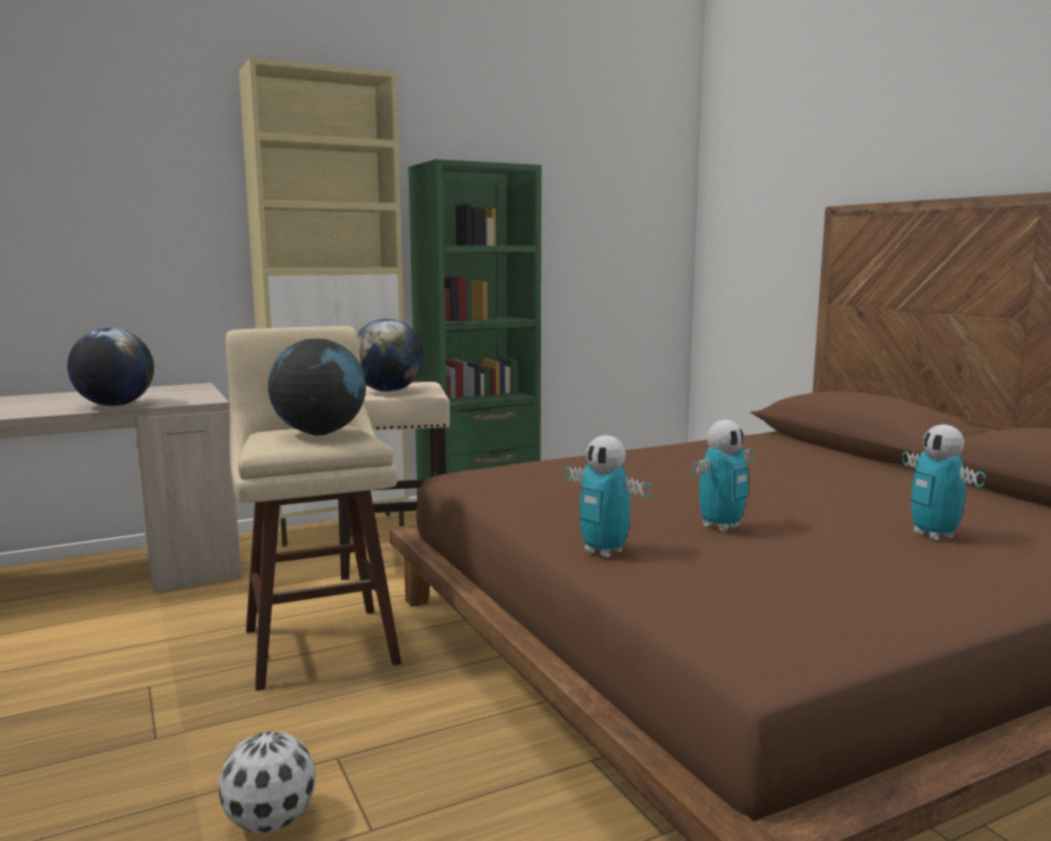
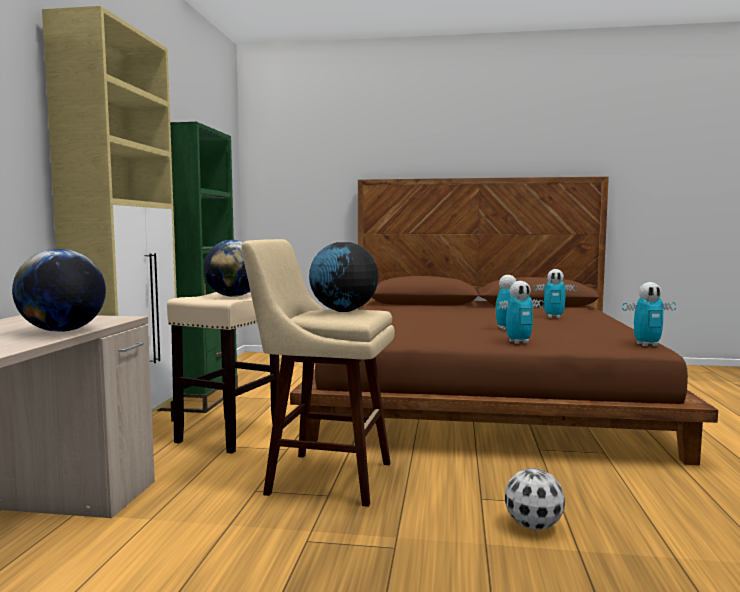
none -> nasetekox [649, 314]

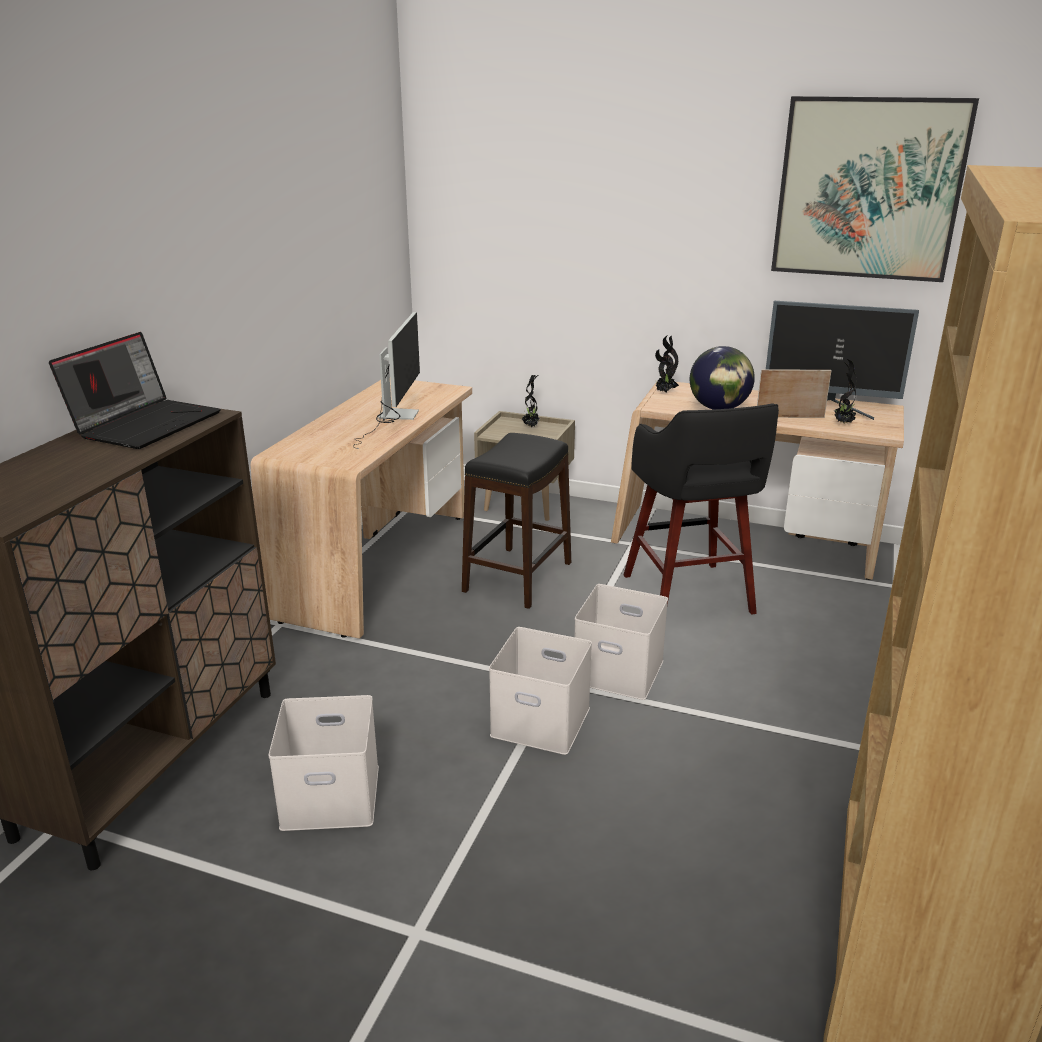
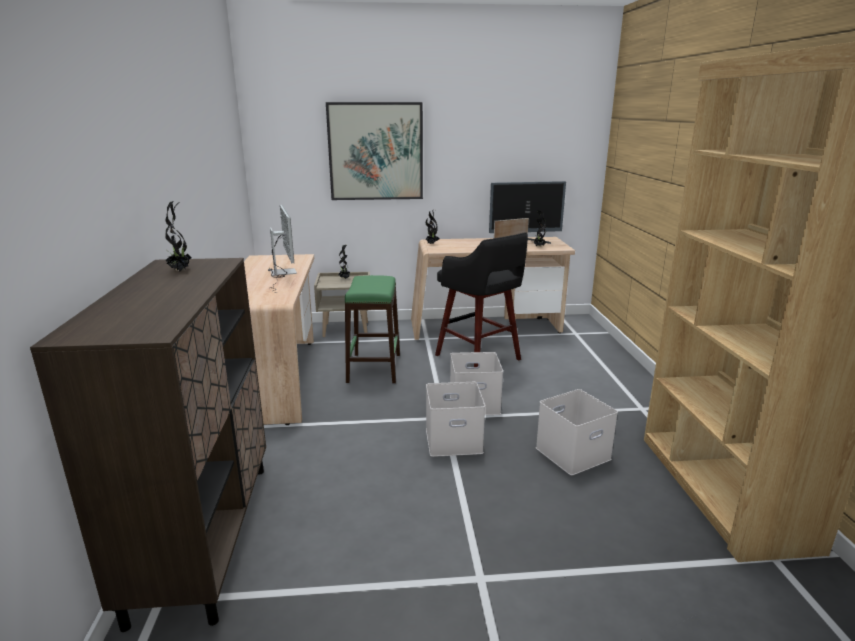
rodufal [135, 390] -> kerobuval [178, 236]
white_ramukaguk [324, 763] -> white_ramukaguk [577, 432], moved
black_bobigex [516, 521] -> green_bobigex [372, 329]
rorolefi [722, 378] -> none
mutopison [875, 189] -> mutopison [374, 151], moved

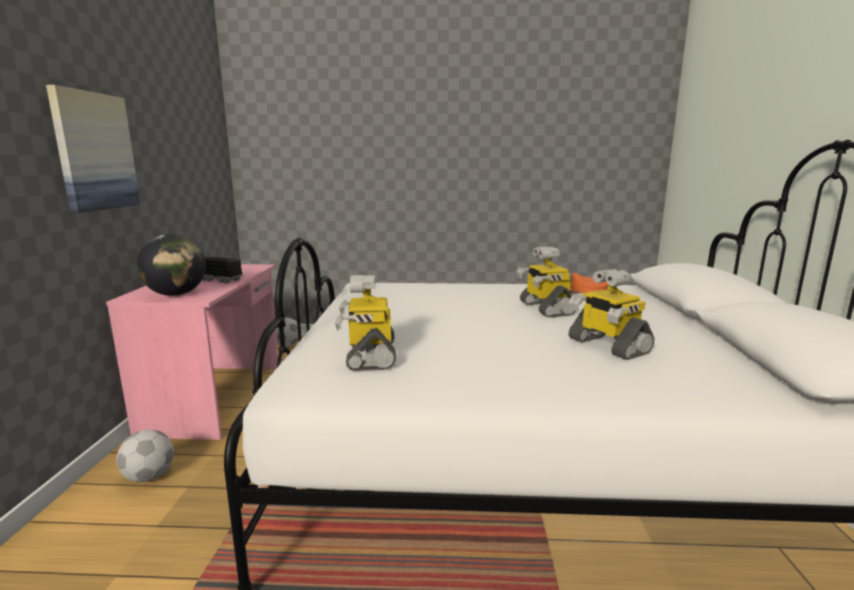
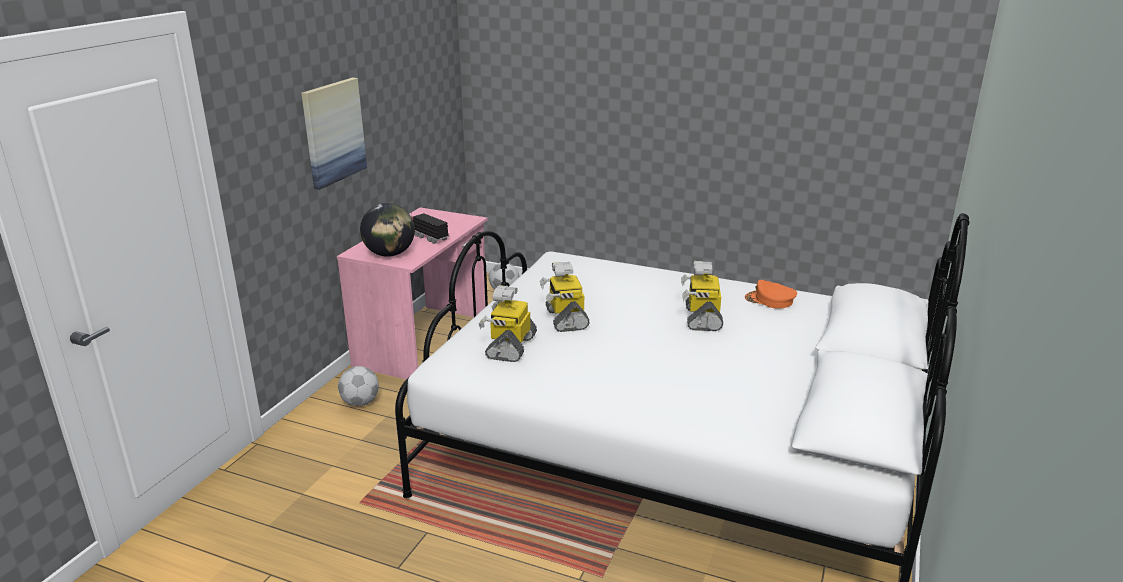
nasetekox [611, 314] -> nasetekox [565, 297], moved

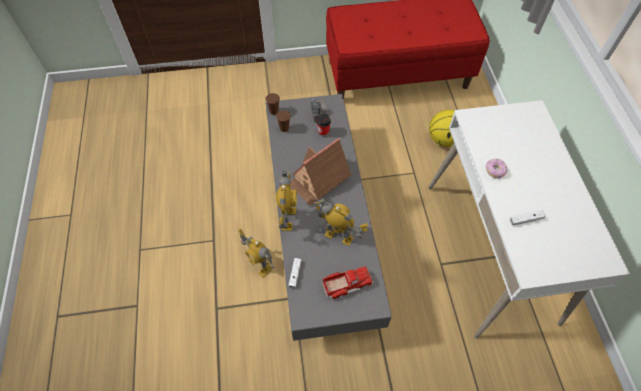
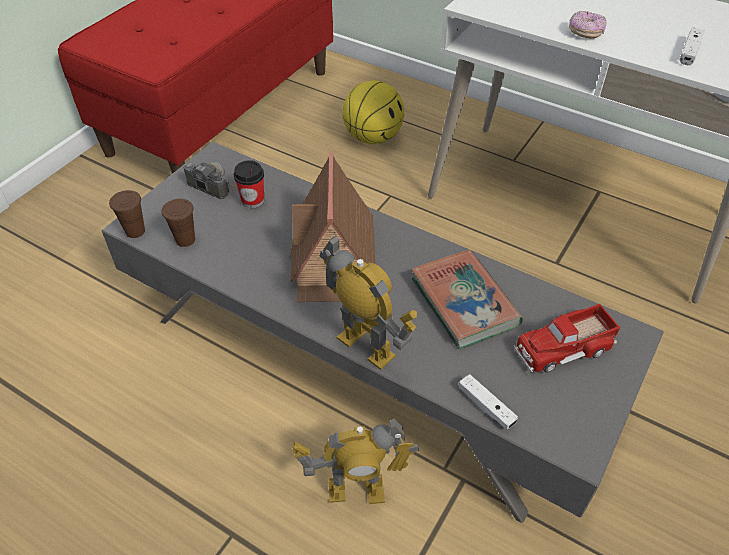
nasetekox [340, 222] -> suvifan [467, 299]
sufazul [347, 283] -> sufazul [567, 339], 135 degrees counterclockwise

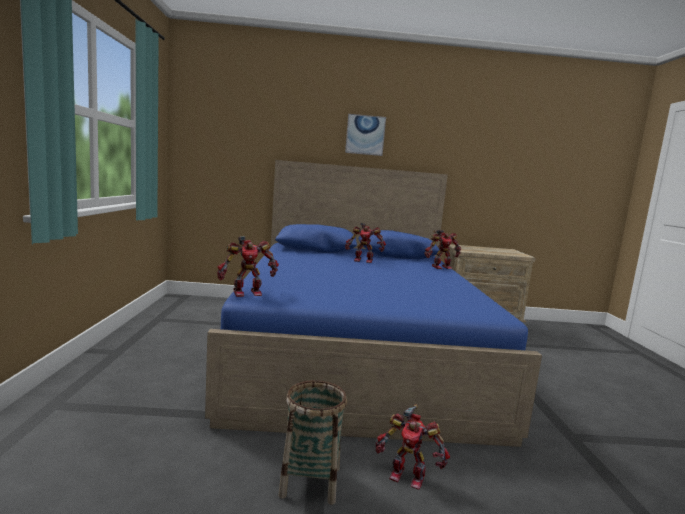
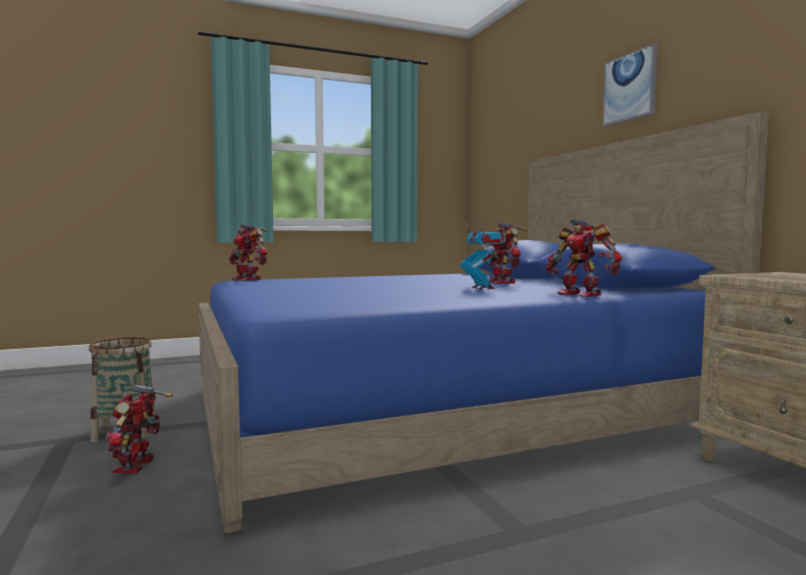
none -> nasetekox [482, 254]

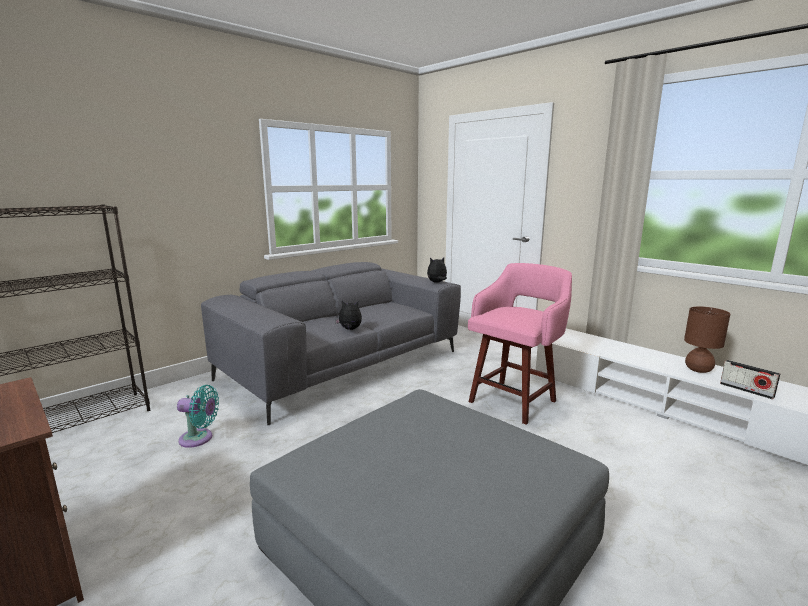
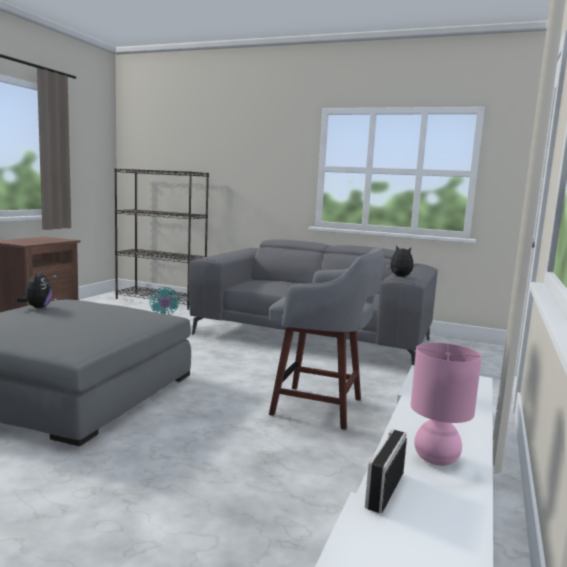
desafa [348, 315] -> desafa [34, 289], moved
pink_bobigex [520, 344] -> grey_bobigex [326, 339]
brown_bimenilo [707, 339] -> pink_bimenilo [446, 404]

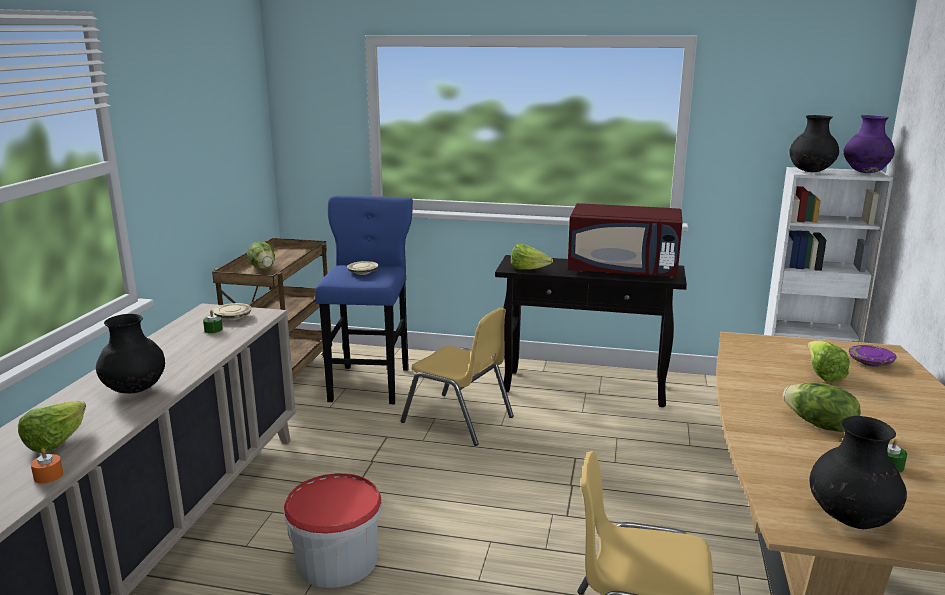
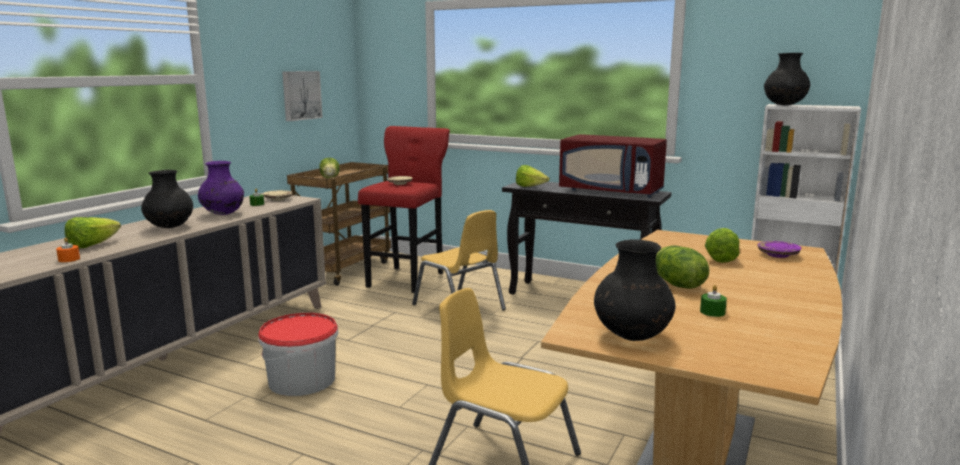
blue_bobigex [364, 300] -> red_bobigex [404, 209]
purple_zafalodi [869, 144] -> purple_zafalodi [221, 188], moved
none -> mutopison [302, 96]

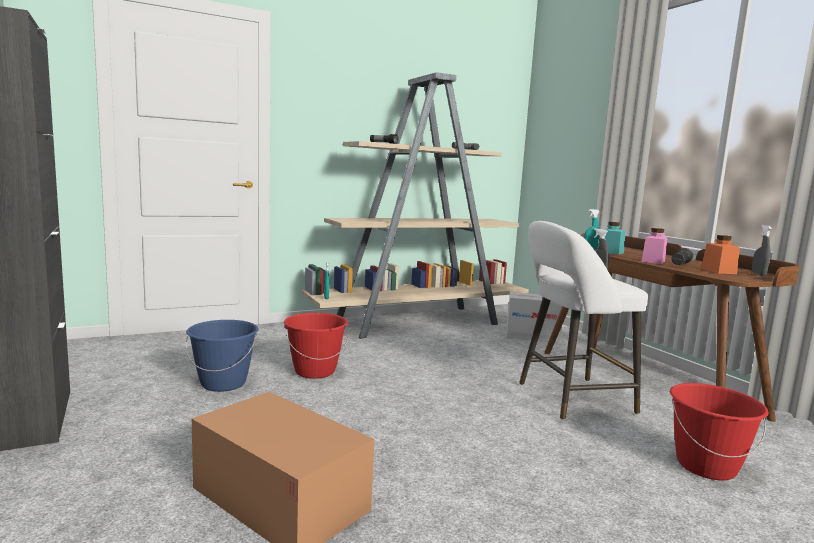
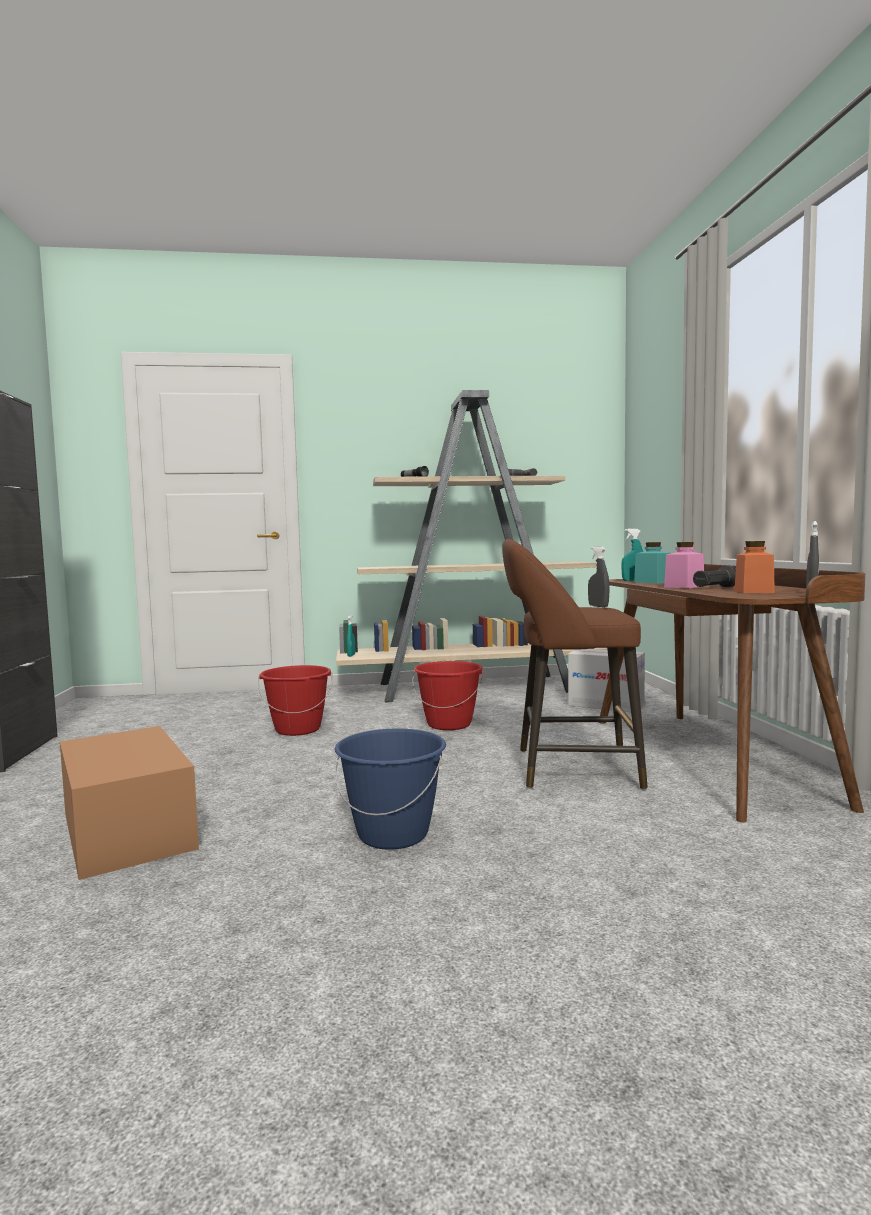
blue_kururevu [222, 356] -> blue_kururevu [390, 789], moved
white_bobigex [583, 320] -> brown_bobigex [575, 664]
red_kururevu [719, 432] -> red_kururevu [447, 695], moved

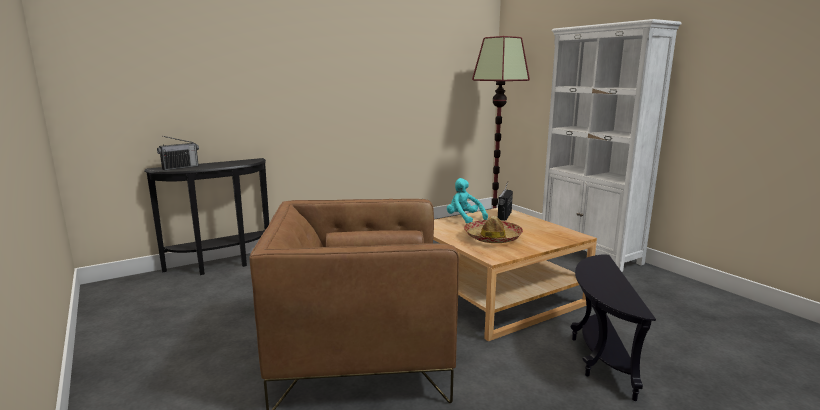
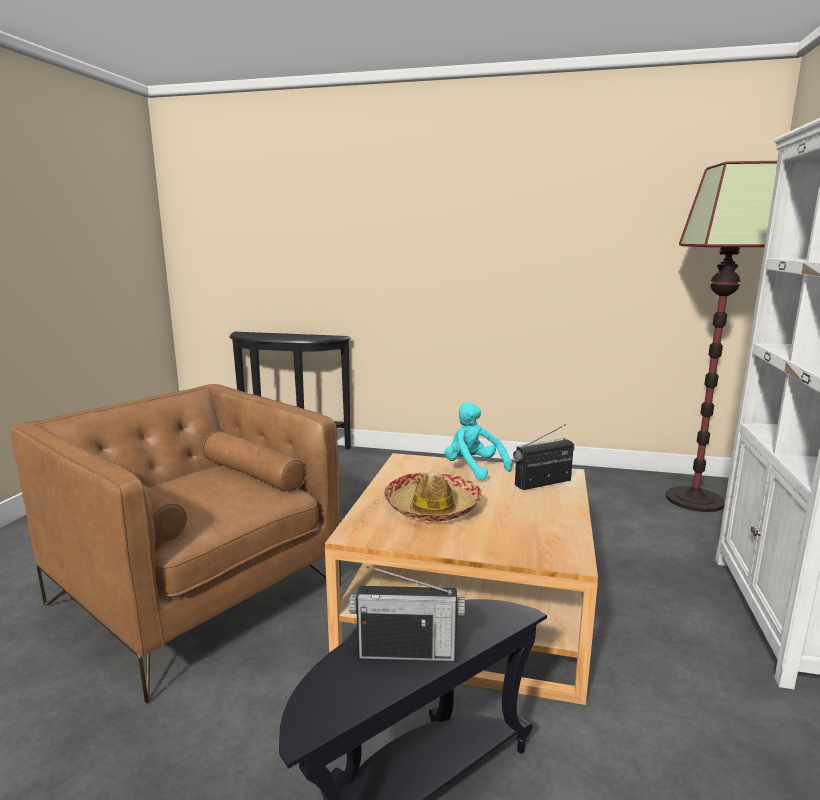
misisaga [178, 153] -> misisaga [407, 614], moved
turquoise_desafa [467, 201] -> turquoise_desafa [479, 441], 45 degrees counterclockwise

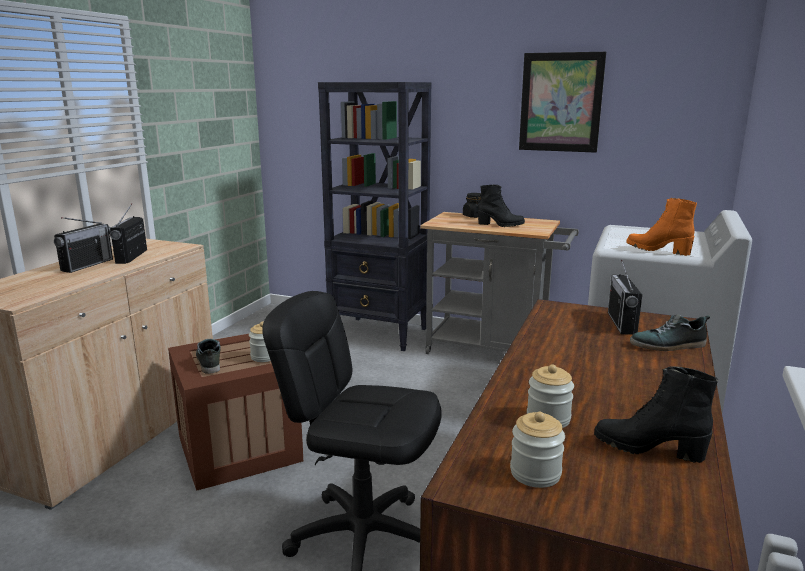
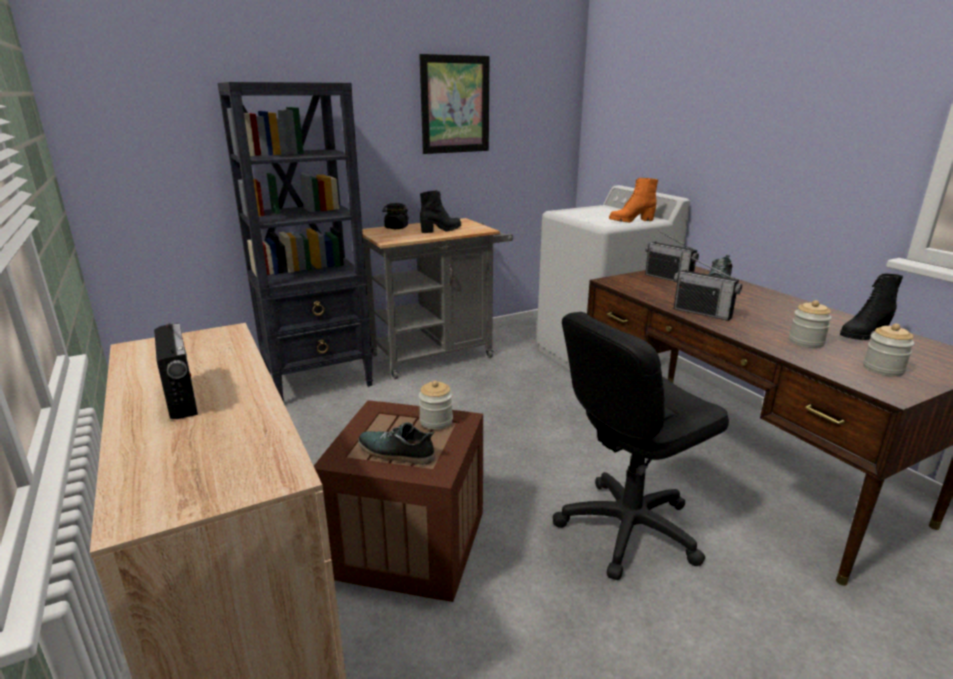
misisaga [128, 233] -> misisaga [708, 288], moved

